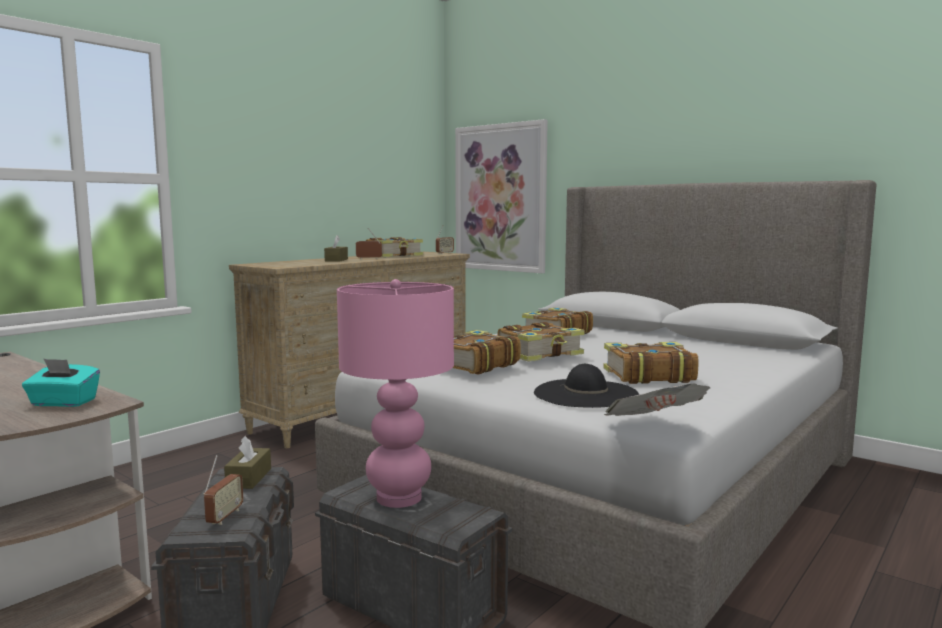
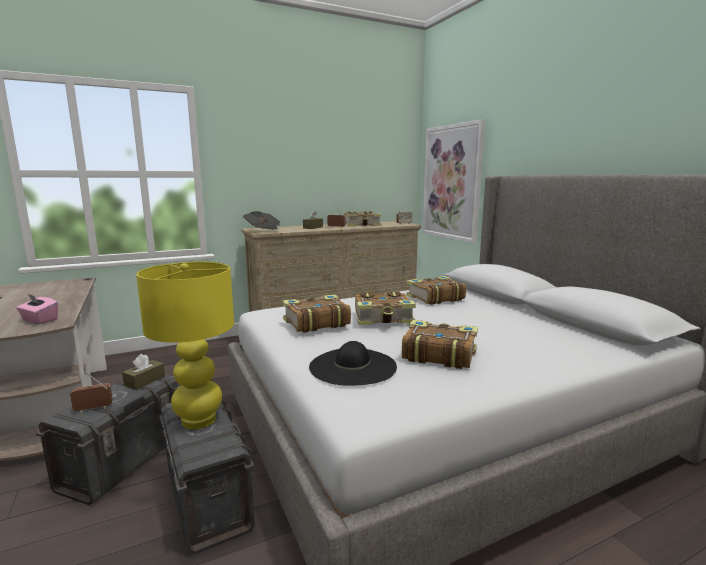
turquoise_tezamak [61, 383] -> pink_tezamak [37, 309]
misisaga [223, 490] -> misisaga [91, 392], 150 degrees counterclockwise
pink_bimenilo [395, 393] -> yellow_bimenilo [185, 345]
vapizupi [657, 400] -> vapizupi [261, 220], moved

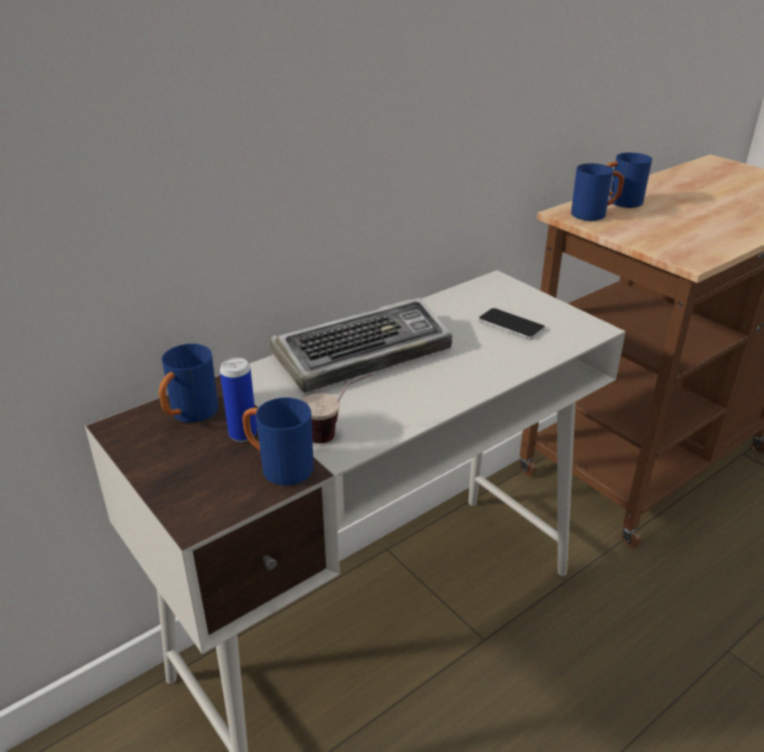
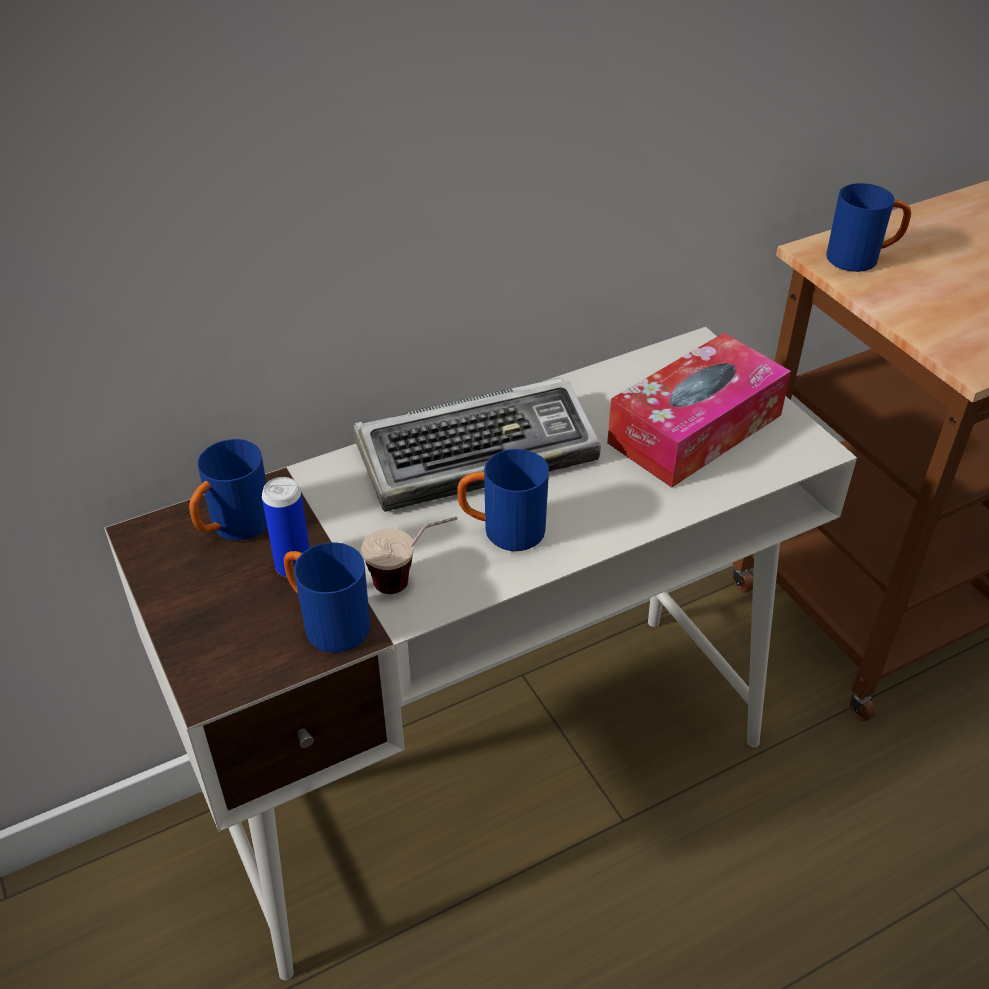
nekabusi [512, 324] -> tezamak [699, 410]
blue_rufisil [629, 180] -> blue_rufisil [503, 500], moved

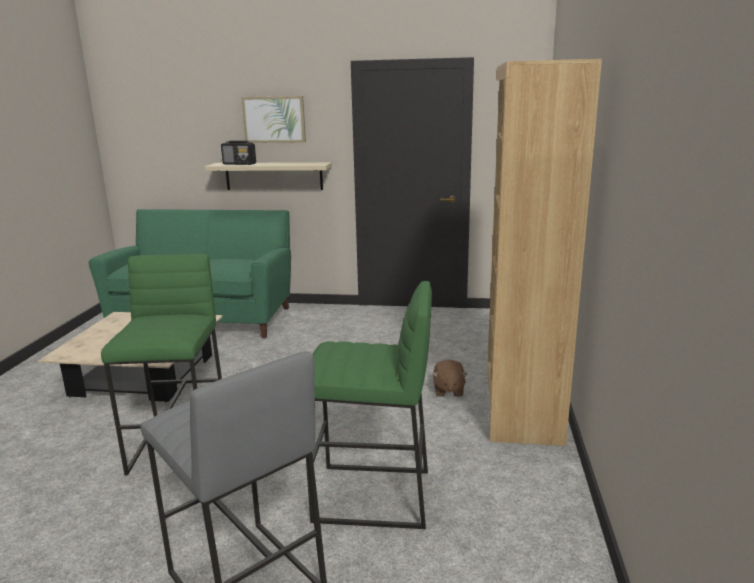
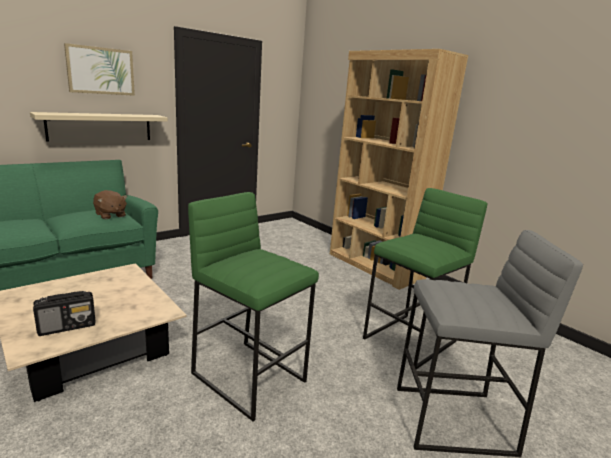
misisaga [238, 152] -> misisaga [64, 313], moved
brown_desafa [450, 378] -> brown_desafa [110, 204], moved

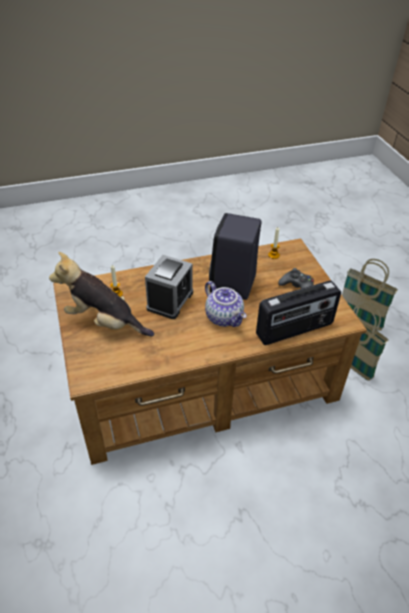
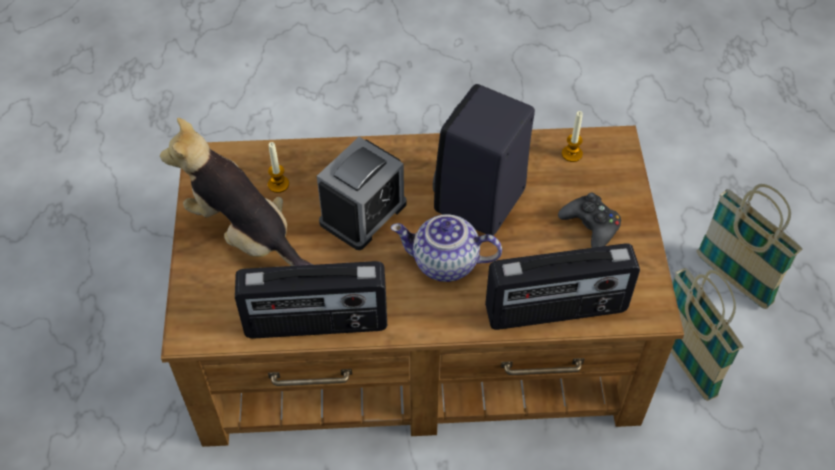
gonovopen [226, 304] -> gonovopen [446, 248], 120 degrees clockwise
none -> misisaga [311, 300]

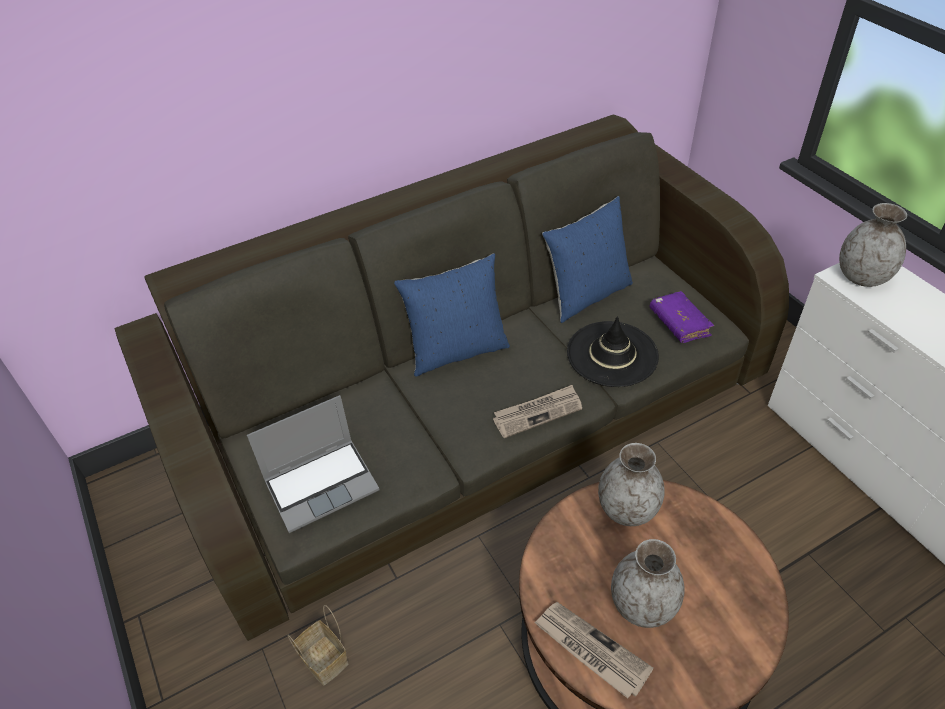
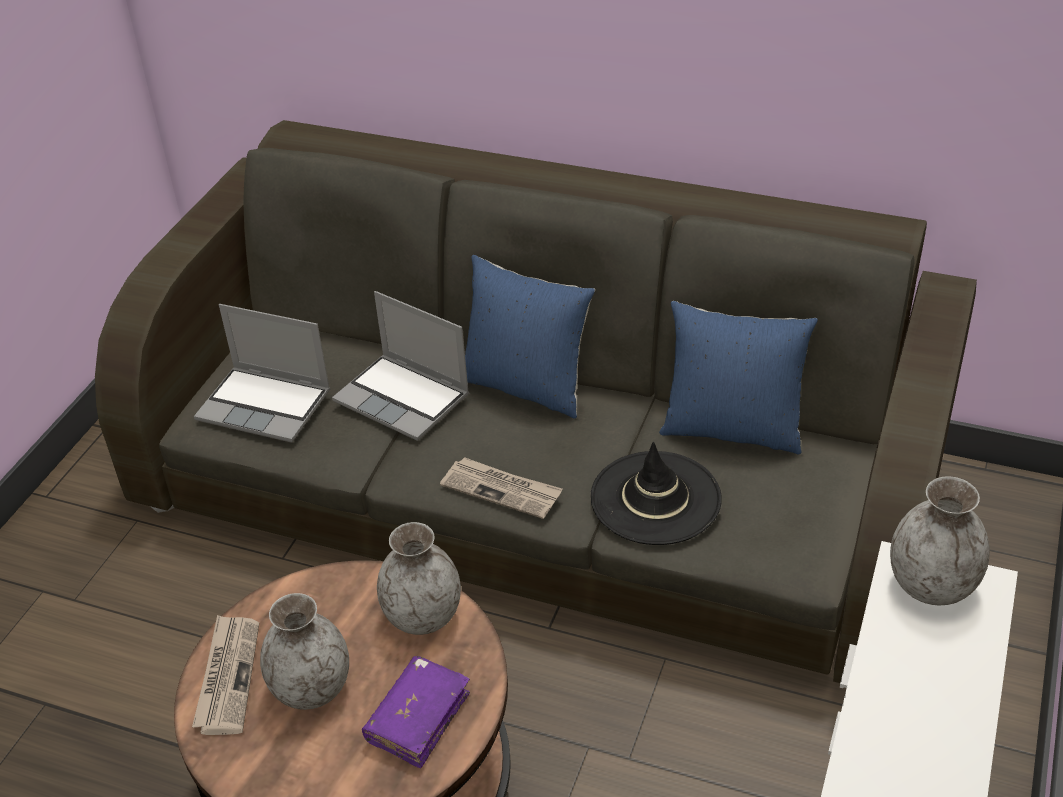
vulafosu [318, 645] -> none
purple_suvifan [682, 317] -> purple_suvifan [416, 712], moved
none -> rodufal [400, 366]

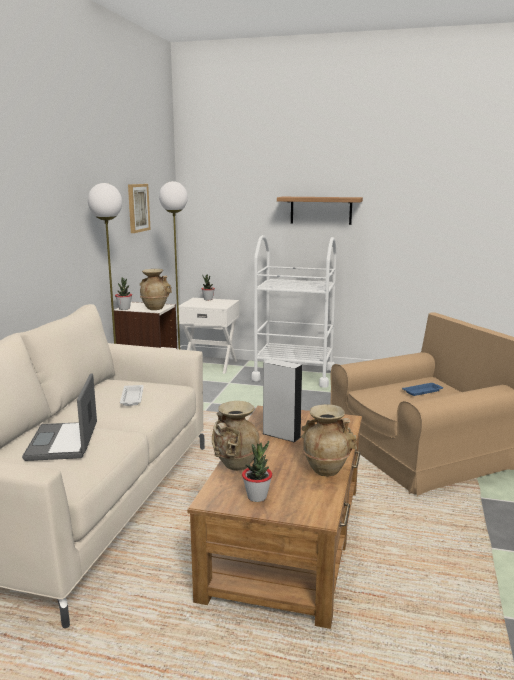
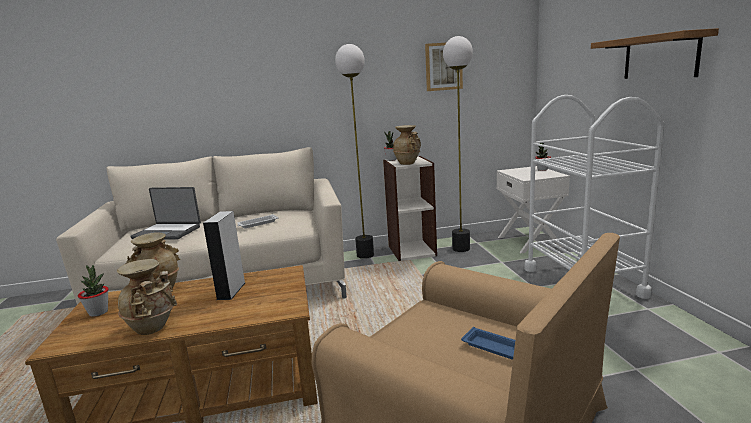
rodufal [59, 417] -> rodufal [165, 213], 135 degrees counterclockwise

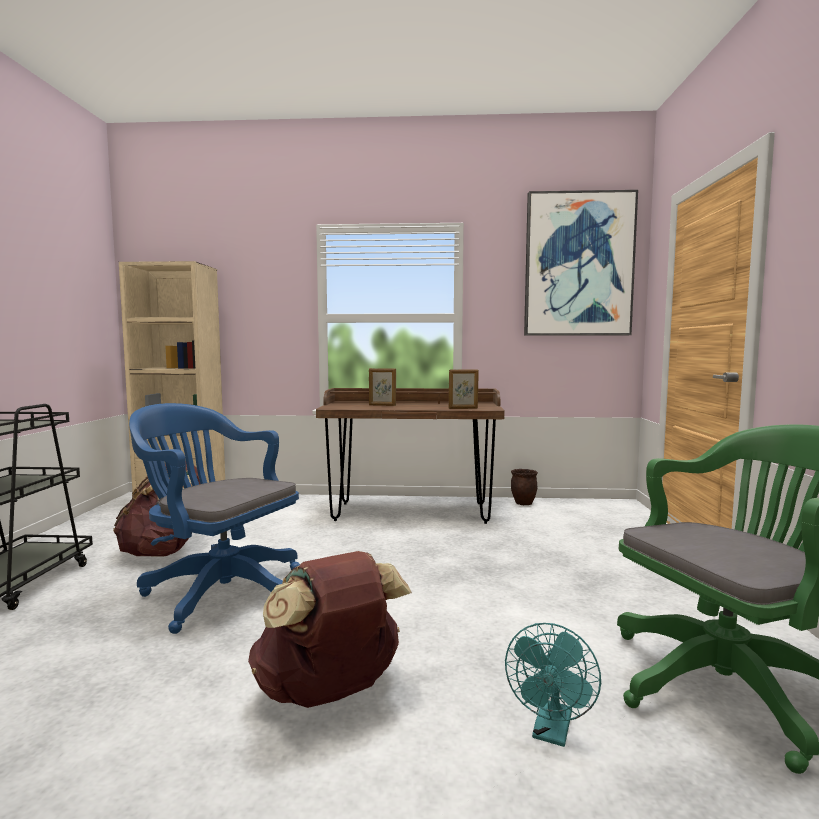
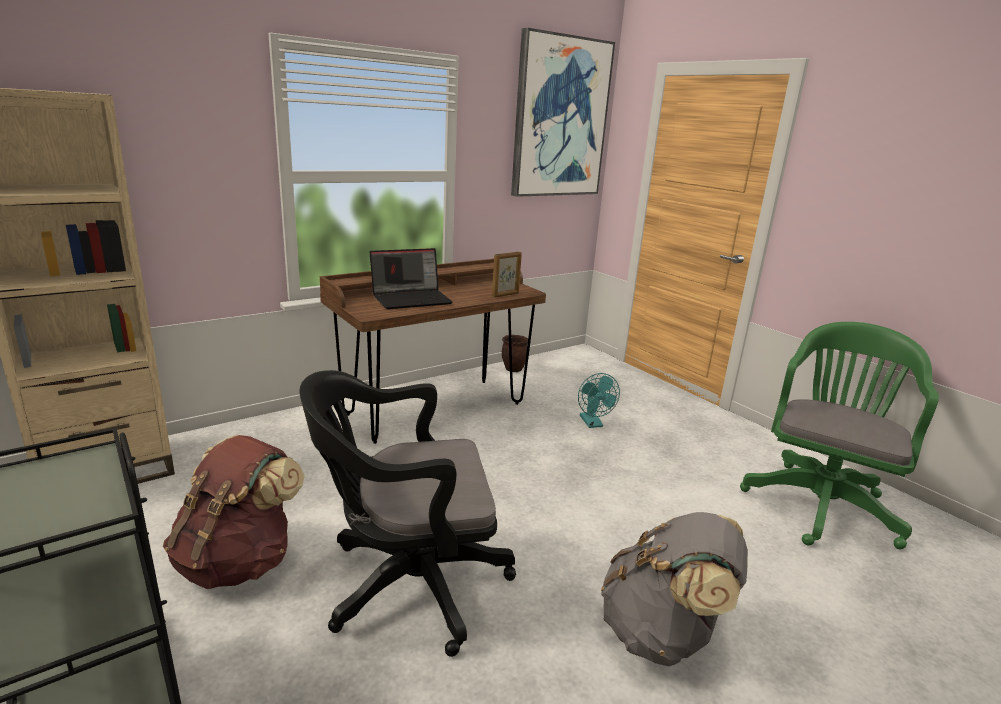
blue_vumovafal [214, 518] -> black_vumovafal [407, 513]
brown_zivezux [330, 629] -> grey_zivezux [674, 589]
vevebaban [382, 387] -> rodufal [411, 278]
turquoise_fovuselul [553, 685] -> turquoise_fovuselul [599, 400], moved

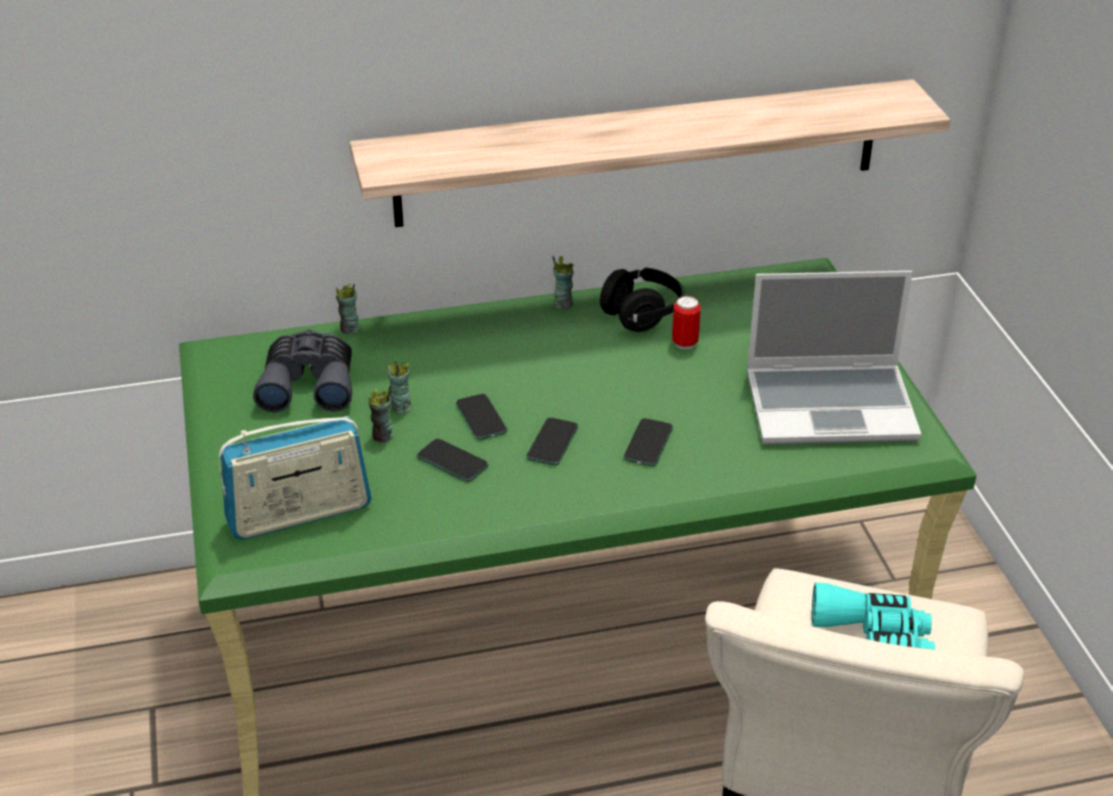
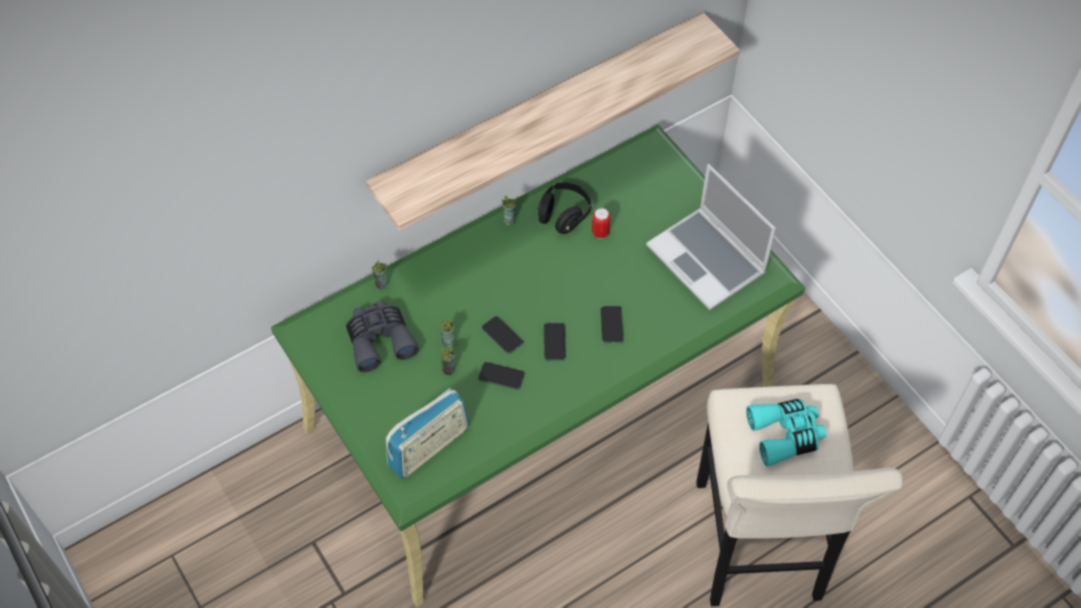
rodufal [834, 358] -> rodufal [711, 237], 75 degrees clockwise

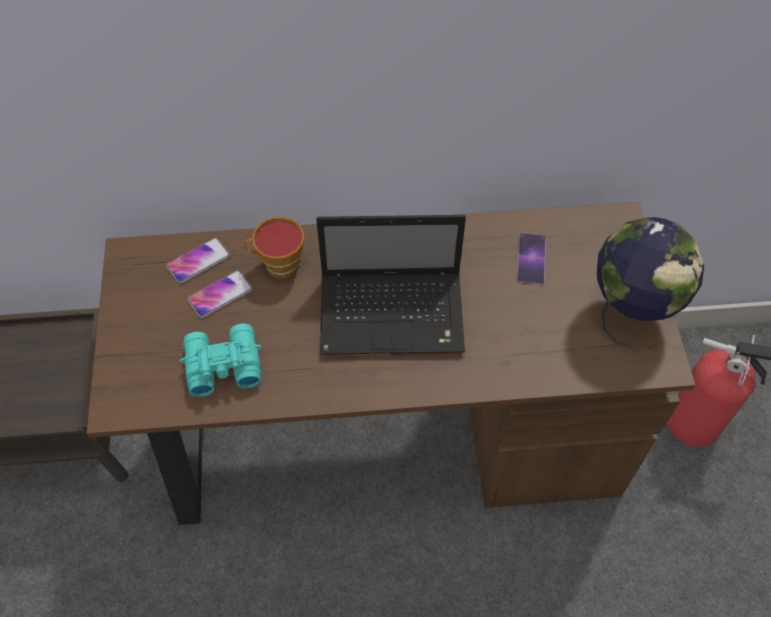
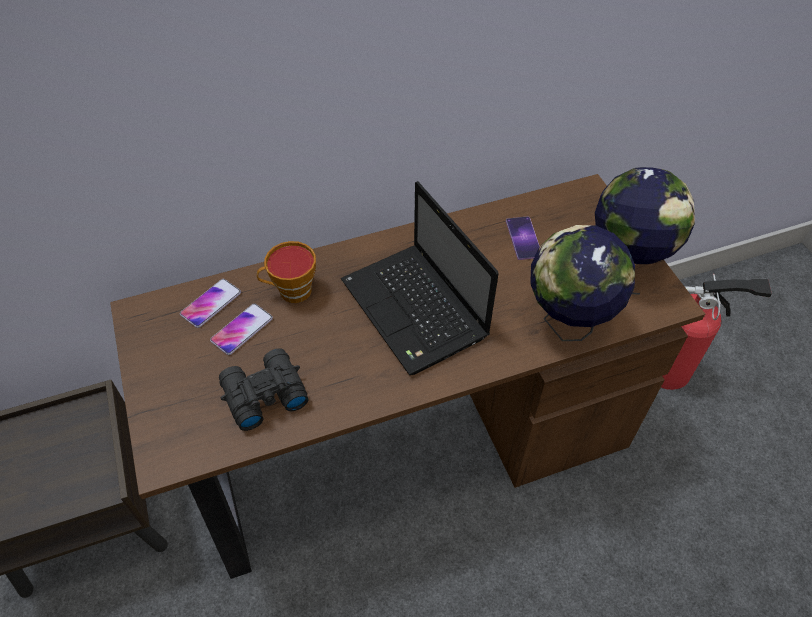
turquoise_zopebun [220, 360] -> black_zopebun [264, 389]
rodufal [391, 285] -> rodufal [420, 278], 75 degrees clockwise
none -> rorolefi [582, 283]

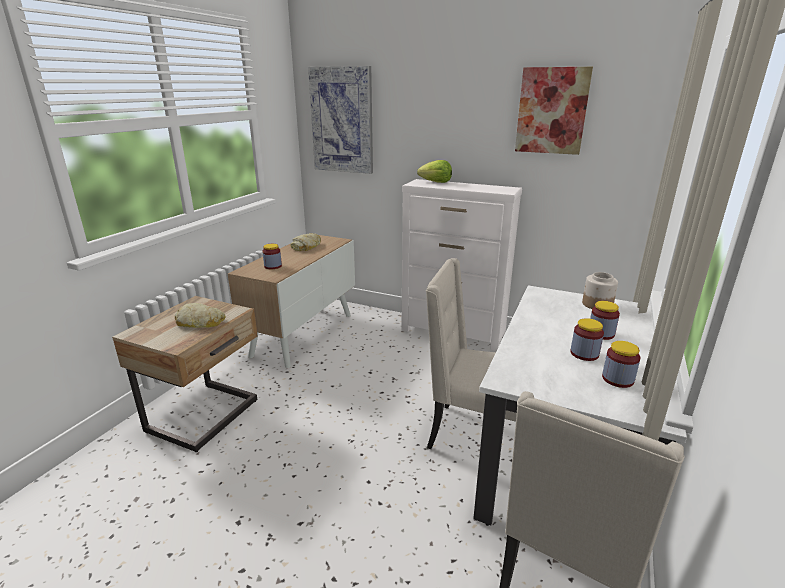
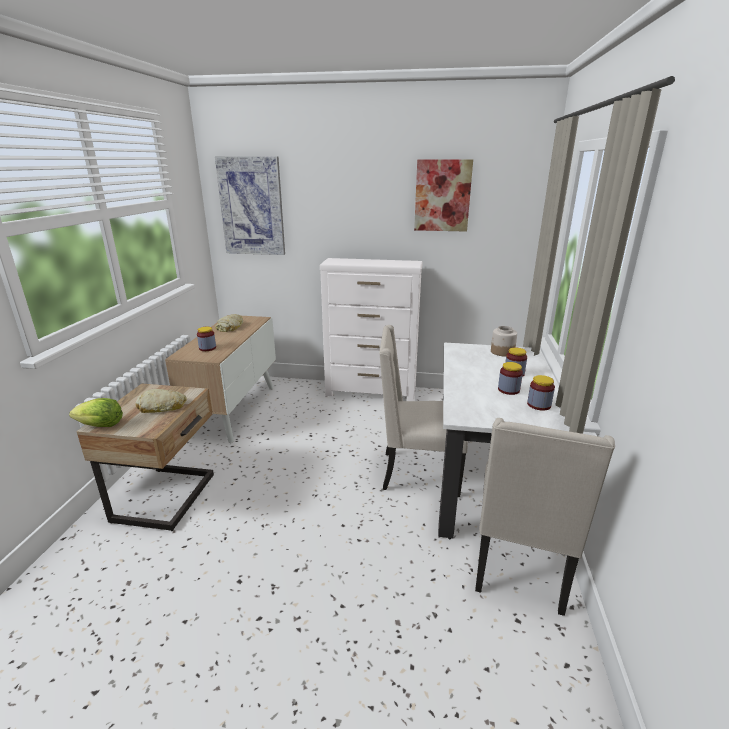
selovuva [434, 171] -> selovuva [96, 412], moved

